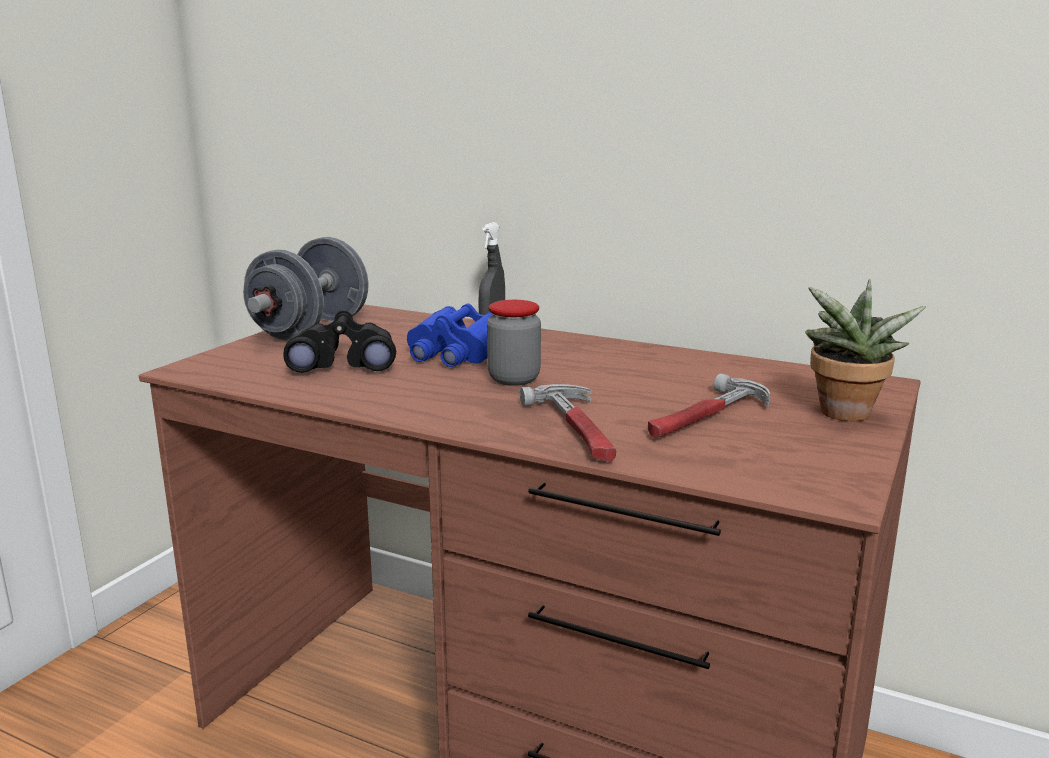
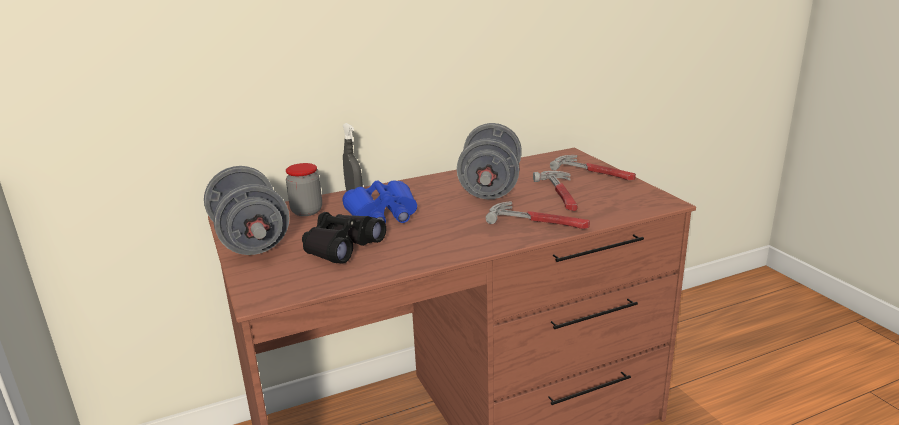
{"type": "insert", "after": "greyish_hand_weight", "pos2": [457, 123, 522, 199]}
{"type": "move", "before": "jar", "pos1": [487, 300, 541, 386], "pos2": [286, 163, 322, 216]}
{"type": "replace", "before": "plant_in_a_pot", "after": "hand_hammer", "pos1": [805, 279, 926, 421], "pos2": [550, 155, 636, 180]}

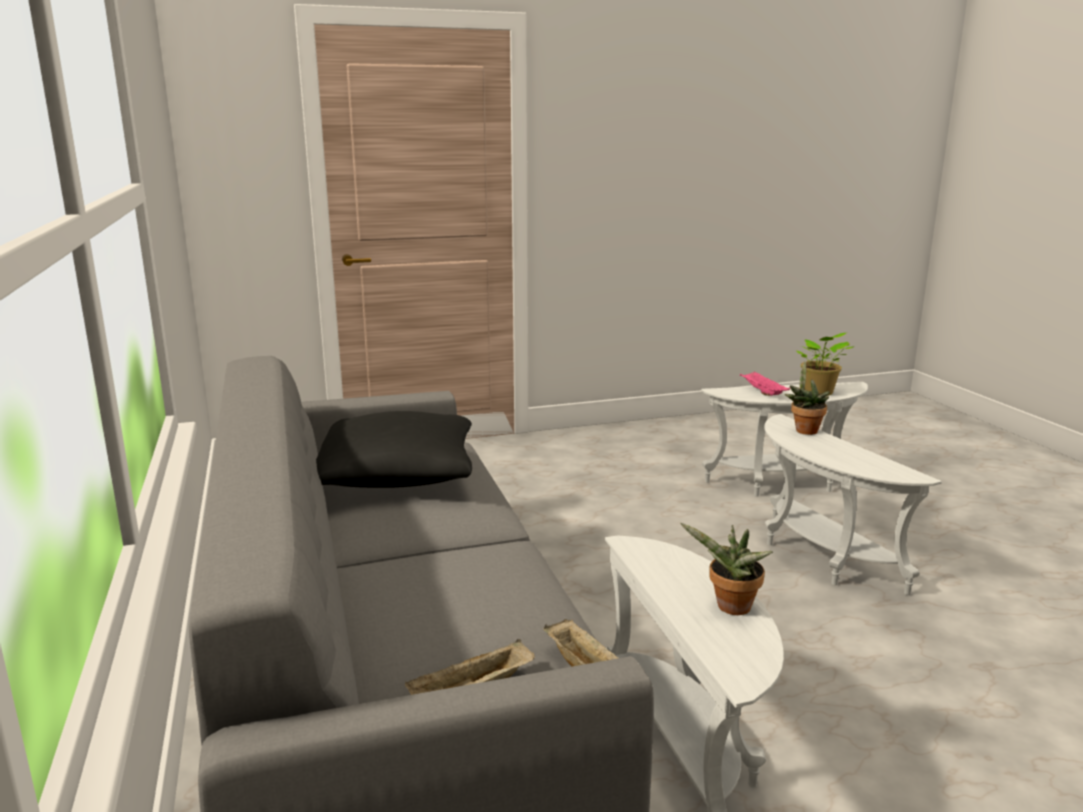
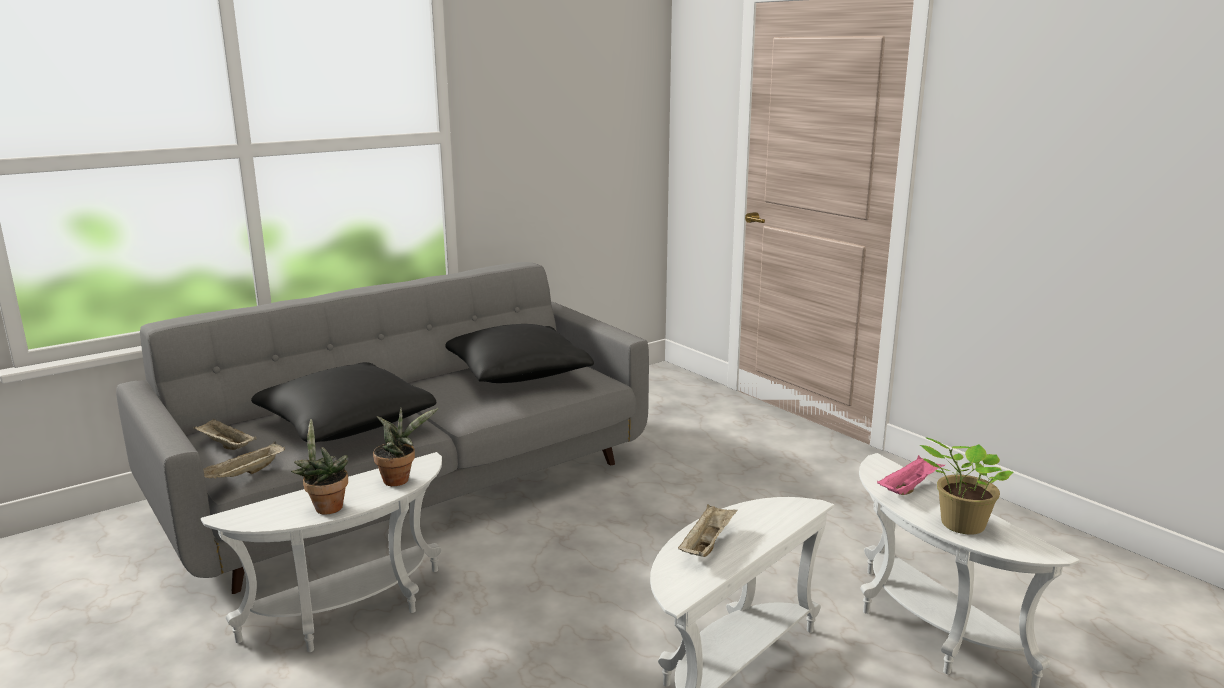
{"type": "insert", "after": "black_throw_pillow", "pos2": [251, 362, 436, 443]}
{"type": "insert", "after": "beige-coloured_carrying_tray", "pos2": [678, 504, 738, 557]}
{"type": "move", "before": "plant_in_a_pot", "pos1": [785, 361, 830, 435], "pos2": [373, 408, 439, 486]}

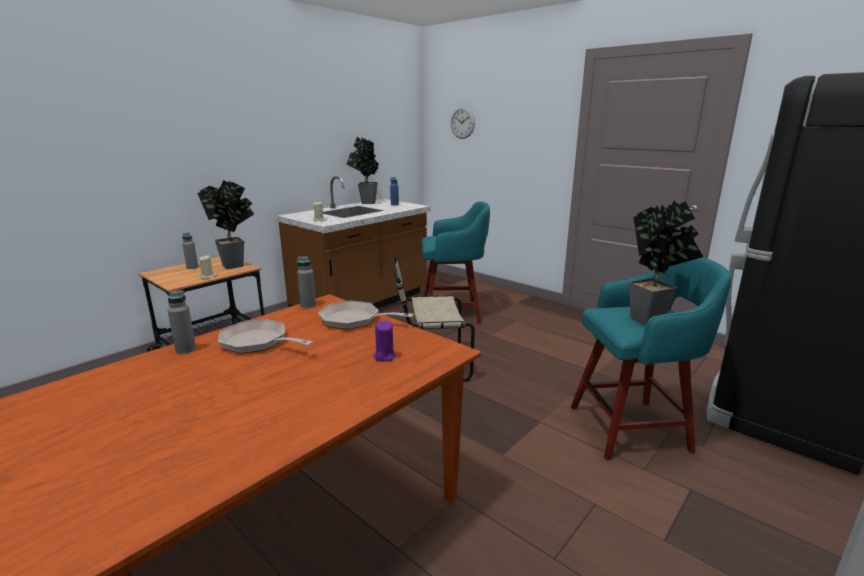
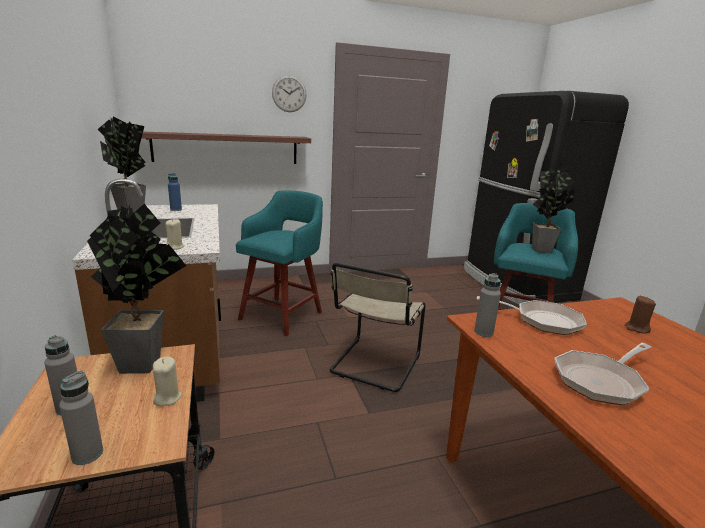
{"type": "insert", "after": "wall_shelf", "pos2": [141, 132, 311, 164]}
{"type": "move", "before": "greyish_drink_bottle", "pos1": [167, 290, 196, 354], "pos2": [59, 371, 103, 465]}
{"type": "move", "before": "clock_on_the_wall", "pos1": [451, 107, 475, 139], "pos2": [272, 75, 306, 112]}
{"type": "recolor", "before": "purplish_wax_candle", "after": "brown_wax_candle", "pos1": [374, 320, 396, 362], "pos2": [625, 296, 656, 334]}
{"type": "rotate", "before": "pan", "pos1": [318, 301, 414, 330], "pos2": [477, 296, 587, 335], "turn": -120}

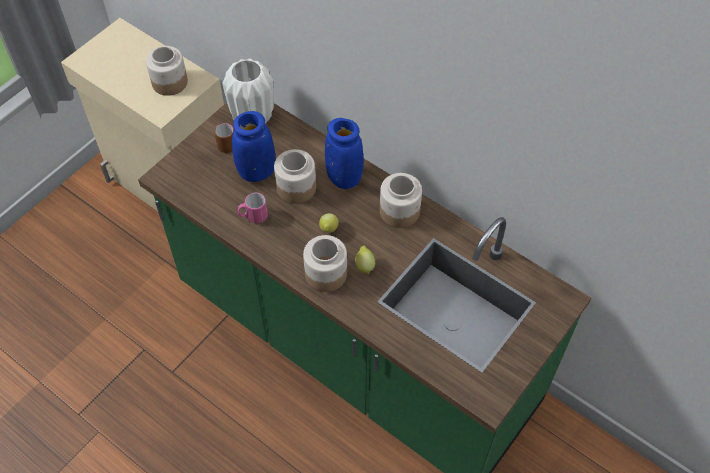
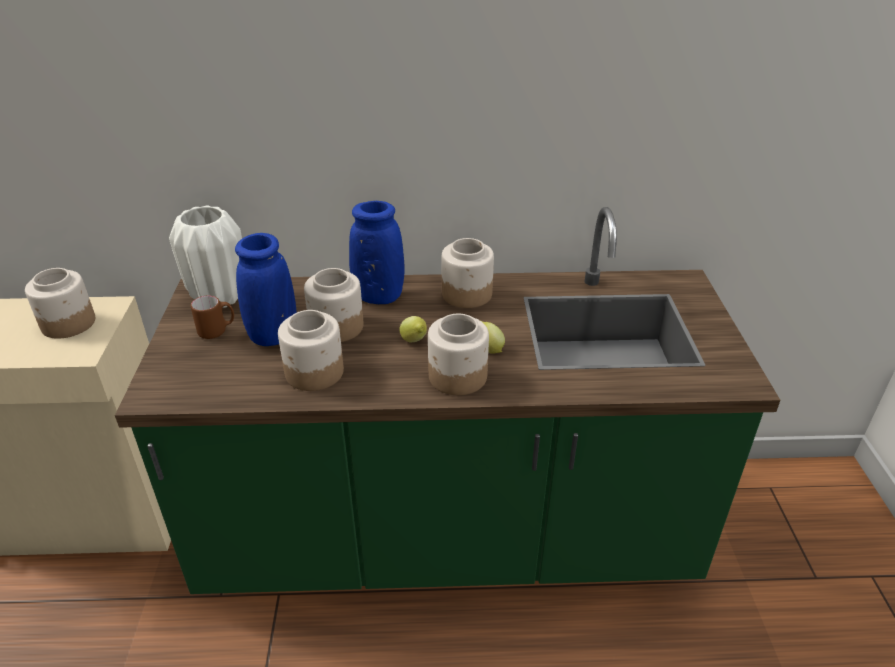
{"type": "replace", "before": "pinkish_mug", "after": "jar", "pos1": [238, 192, 268, 223], "pos2": [278, 310, 344, 391]}

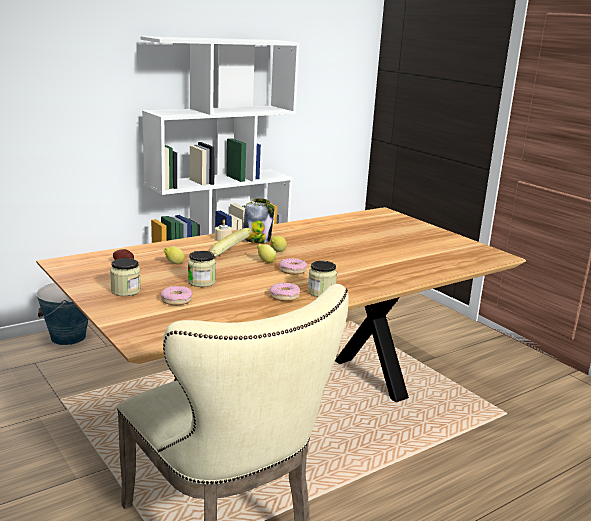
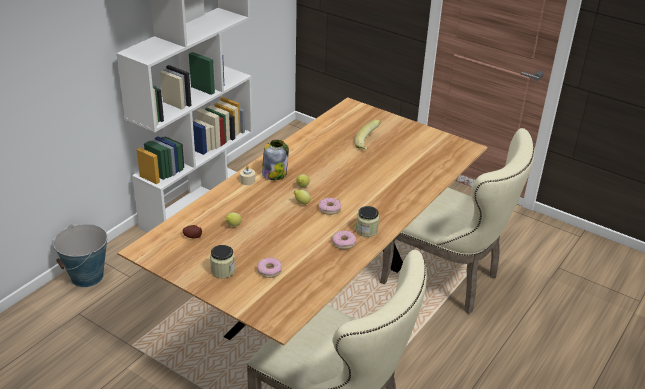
{"type": "delete", "before": "jar", "pos1": [188, 251, 216, 287]}
{"type": "insert", "after": "beige-coloured_plain_chair", "pos2": [380, 128, 535, 314]}
{"type": "move", "before": "banana", "pos1": [209, 228, 253, 257], "pos2": [354, 119, 381, 150]}

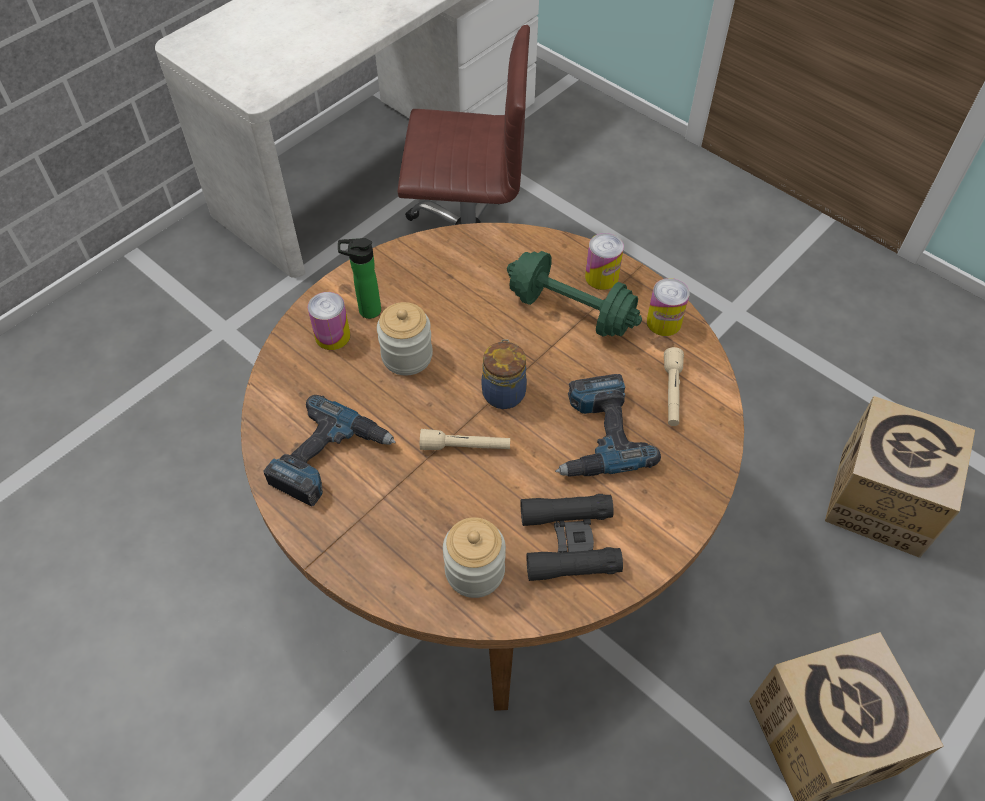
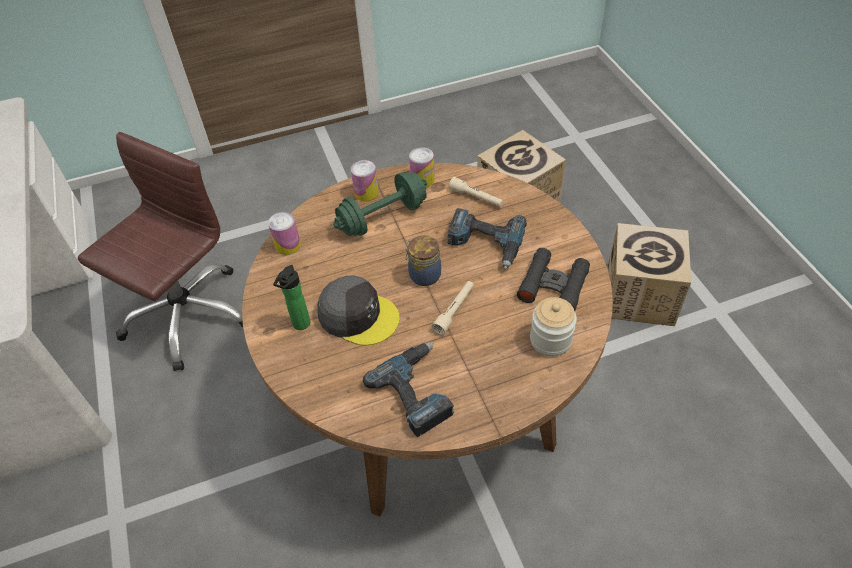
{"type": "move", "before": "metal_can", "pos1": [308, 292, 350, 350], "pos2": [268, 212, 301, 255]}
{"type": "replace", "before": "jar", "after": "greyish_baseball_cap", "pos1": [377, 302, 433, 375], "pos2": [318, 275, 400, 346]}

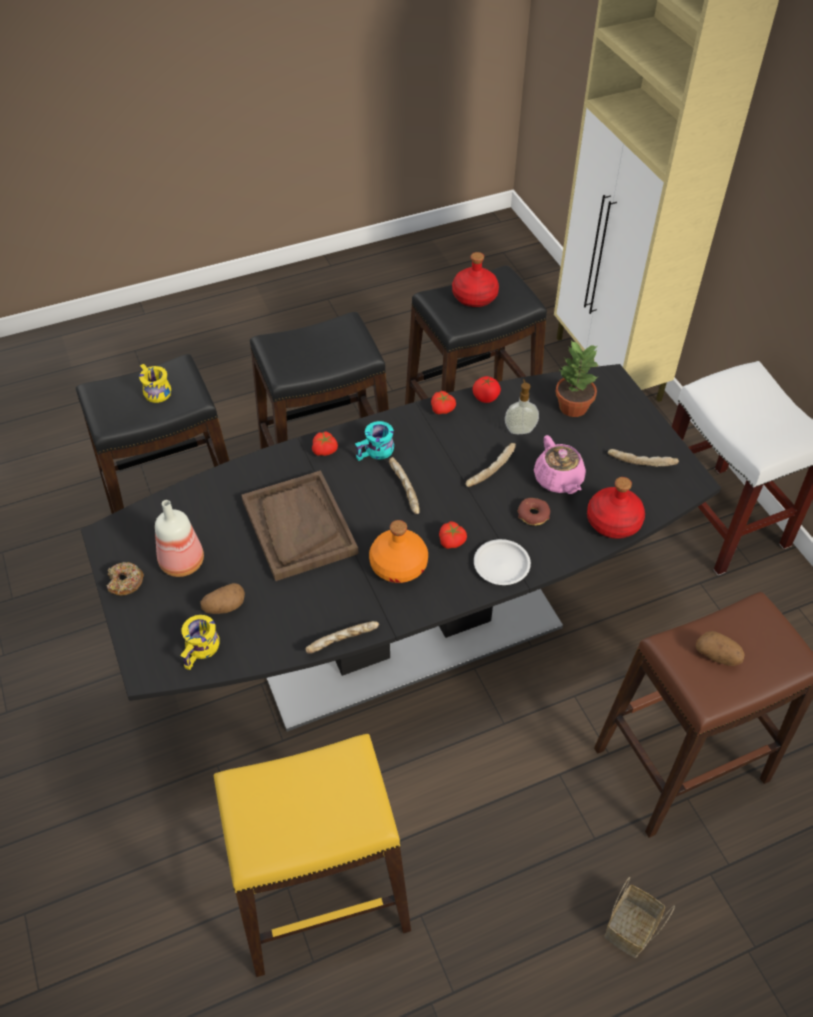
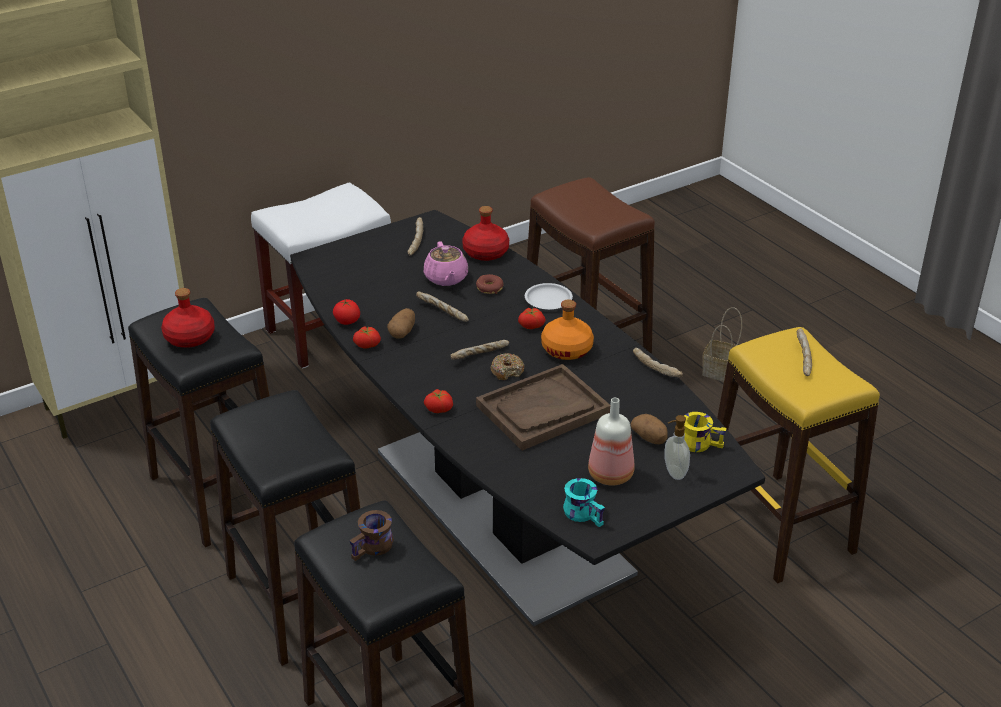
{"type": "delete", "before": "plant_in_a_pot", "pos1": [556, 340, 600, 417]}
{"type": "insert", "after": "baked_bread", "pos2": [797, 328, 812, 376]}
{"type": "move", "before": "ring_doughnut", "pos1": [107, 562, 144, 596], "pos2": [490, 353, 524, 380]}
{"type": "move", "before": "turquoise_mug", "pos1": [355, 421, 394, 461], "pos2": [563, 478, 605, 527]}
{"type": "move", "before": "soap_dispenser", "pos1": [505, 379, 539, 434], "pos2": [664, 415, 690, 480]}
{"type": "move", "before": "potato", "pos1": [696, 631, 745, 666], "pos2": [387, 308, 415, 338]}
{"type": "recolor", "before": "yellow-coloured_mug", "after": "brown_mug", "pos1": [139, 364, 171, 403], "pos2": [349, 510, 394, 561]}
{"type": "rotate", "before": "pinkish_pot_for_tea", "pos1": [534, 435, 586, 494], "pos2": [424, 241, 468, 286], "turn": 105}

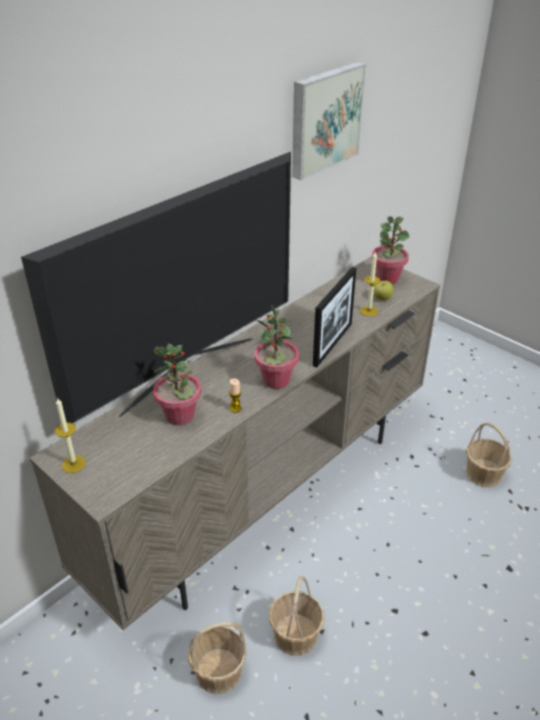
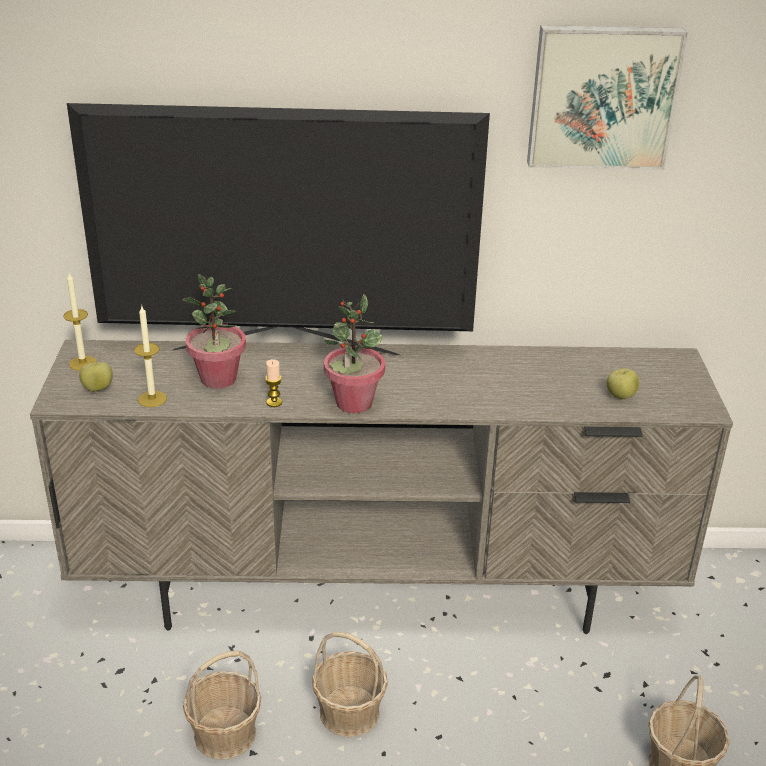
{"type": "delete", "before": "standing_frame", "pos1": [313, 267, 356, 367]}
{"type": "delete", "before": "plant_in_a_pot", "pos1": [372, 216, 409, 285]}
{"type": "insert", "after": "apple_fruit", "pos2": [79, 362, 113, 392]}
{"type": "move", "before": "basket", "pos1": [188, 622, 247, 694], "pos2": [312, 631, 388, 737]}
{"type": "move", "before": "wax_candle", "pos1": [360, 251, 380, 316], "pos2": [134, 306, 167, 407]}

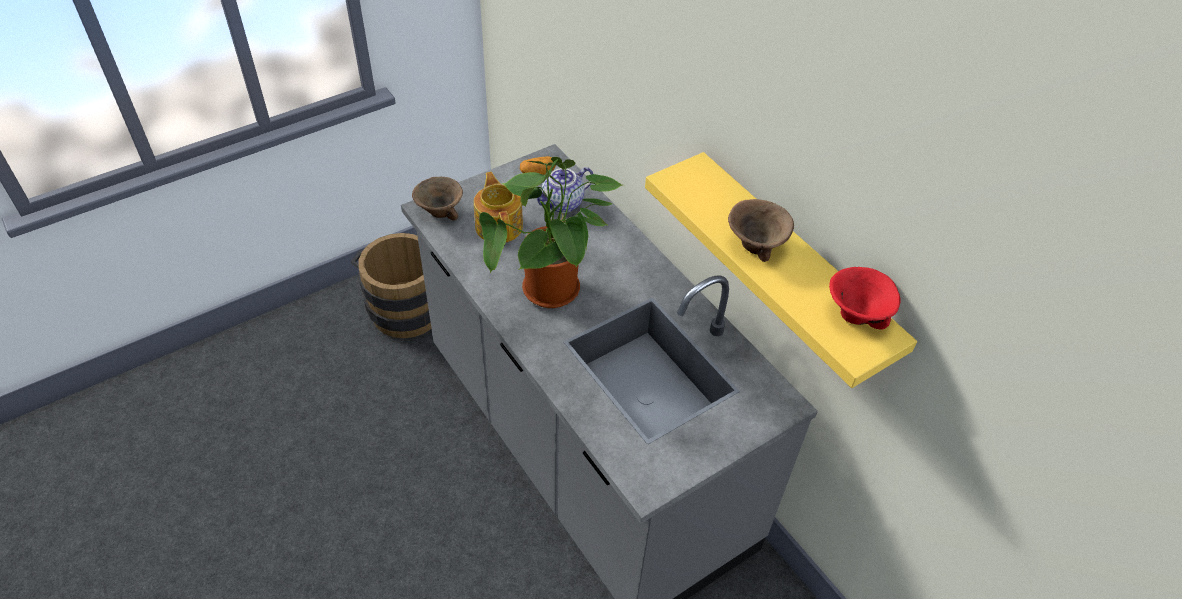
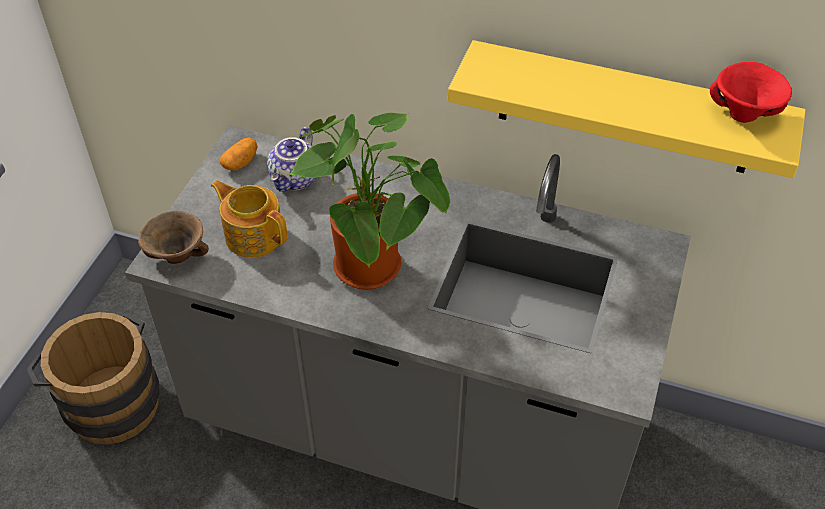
{"type": "delete", "before": "brown_deep_dish", "pos1": [728, 199, 794, 262]}

